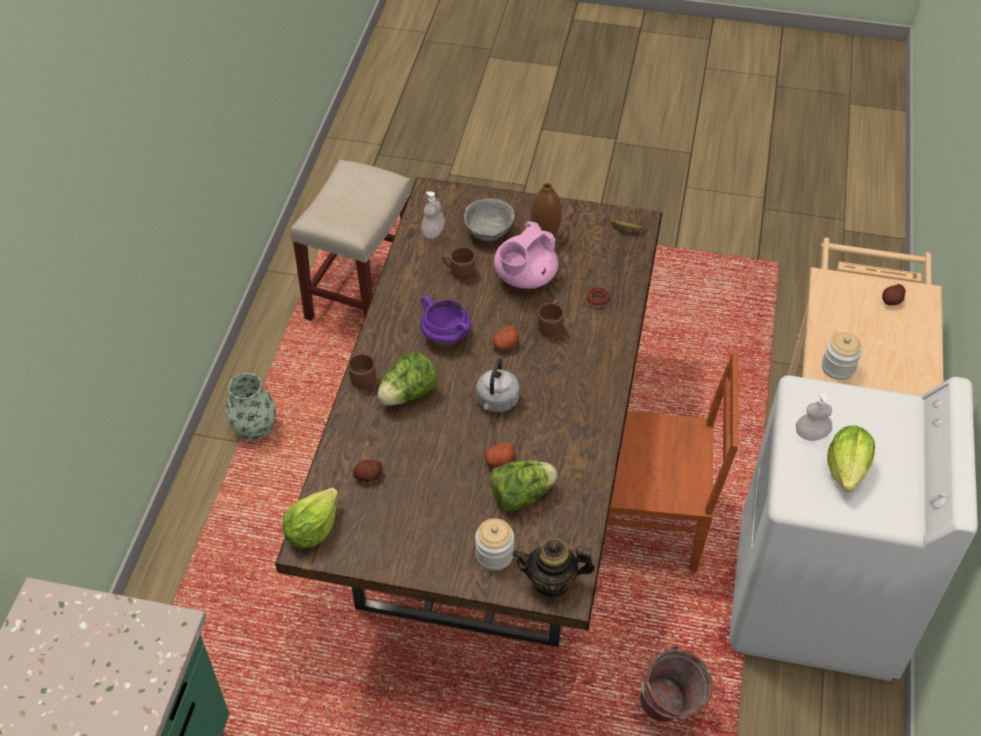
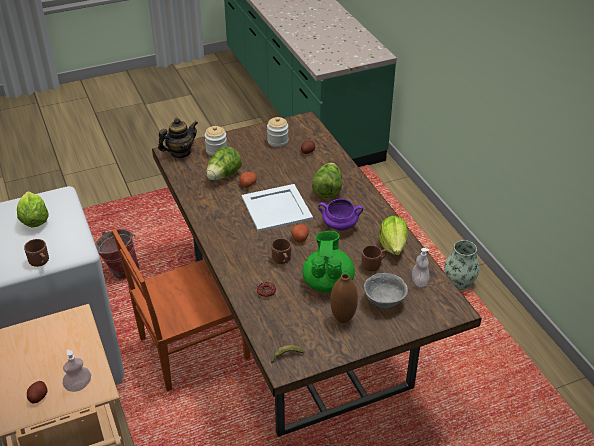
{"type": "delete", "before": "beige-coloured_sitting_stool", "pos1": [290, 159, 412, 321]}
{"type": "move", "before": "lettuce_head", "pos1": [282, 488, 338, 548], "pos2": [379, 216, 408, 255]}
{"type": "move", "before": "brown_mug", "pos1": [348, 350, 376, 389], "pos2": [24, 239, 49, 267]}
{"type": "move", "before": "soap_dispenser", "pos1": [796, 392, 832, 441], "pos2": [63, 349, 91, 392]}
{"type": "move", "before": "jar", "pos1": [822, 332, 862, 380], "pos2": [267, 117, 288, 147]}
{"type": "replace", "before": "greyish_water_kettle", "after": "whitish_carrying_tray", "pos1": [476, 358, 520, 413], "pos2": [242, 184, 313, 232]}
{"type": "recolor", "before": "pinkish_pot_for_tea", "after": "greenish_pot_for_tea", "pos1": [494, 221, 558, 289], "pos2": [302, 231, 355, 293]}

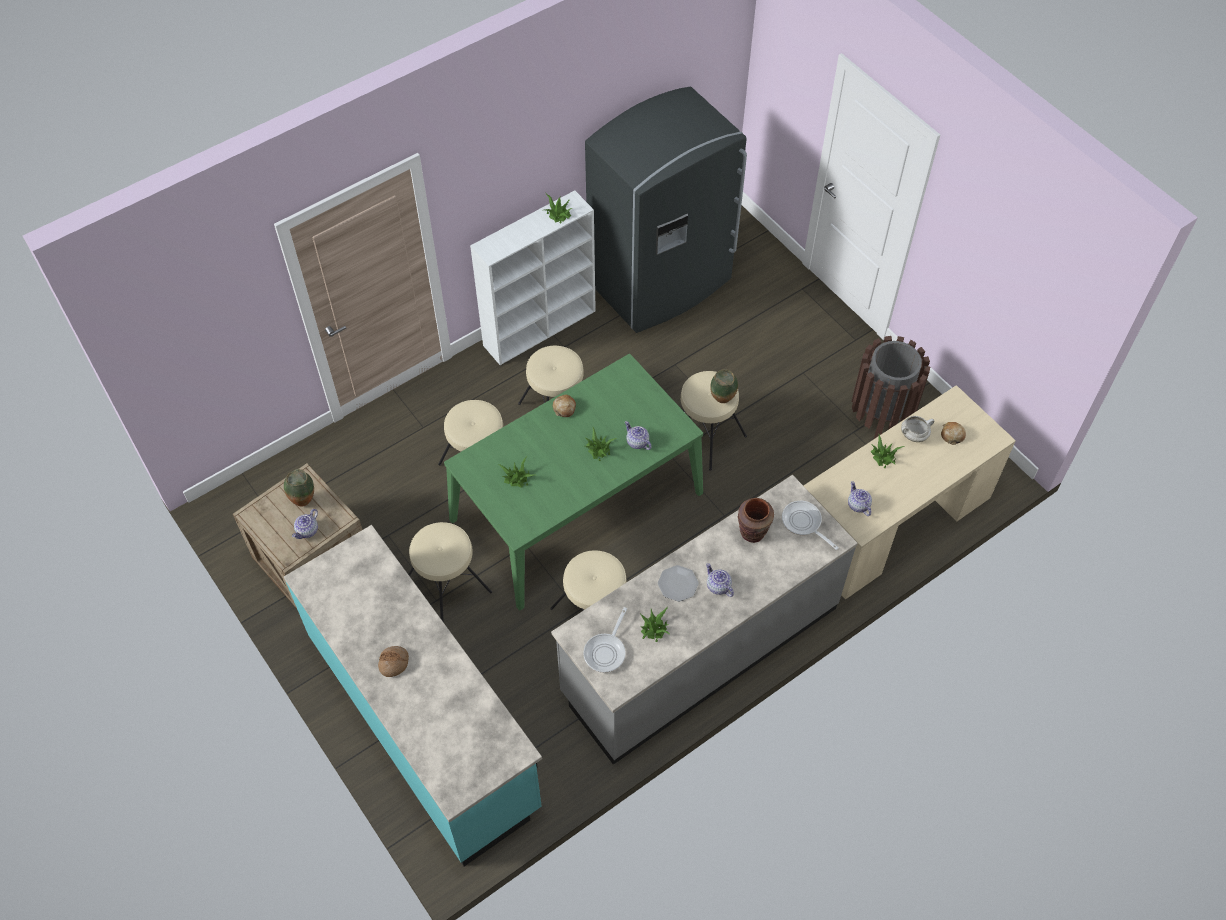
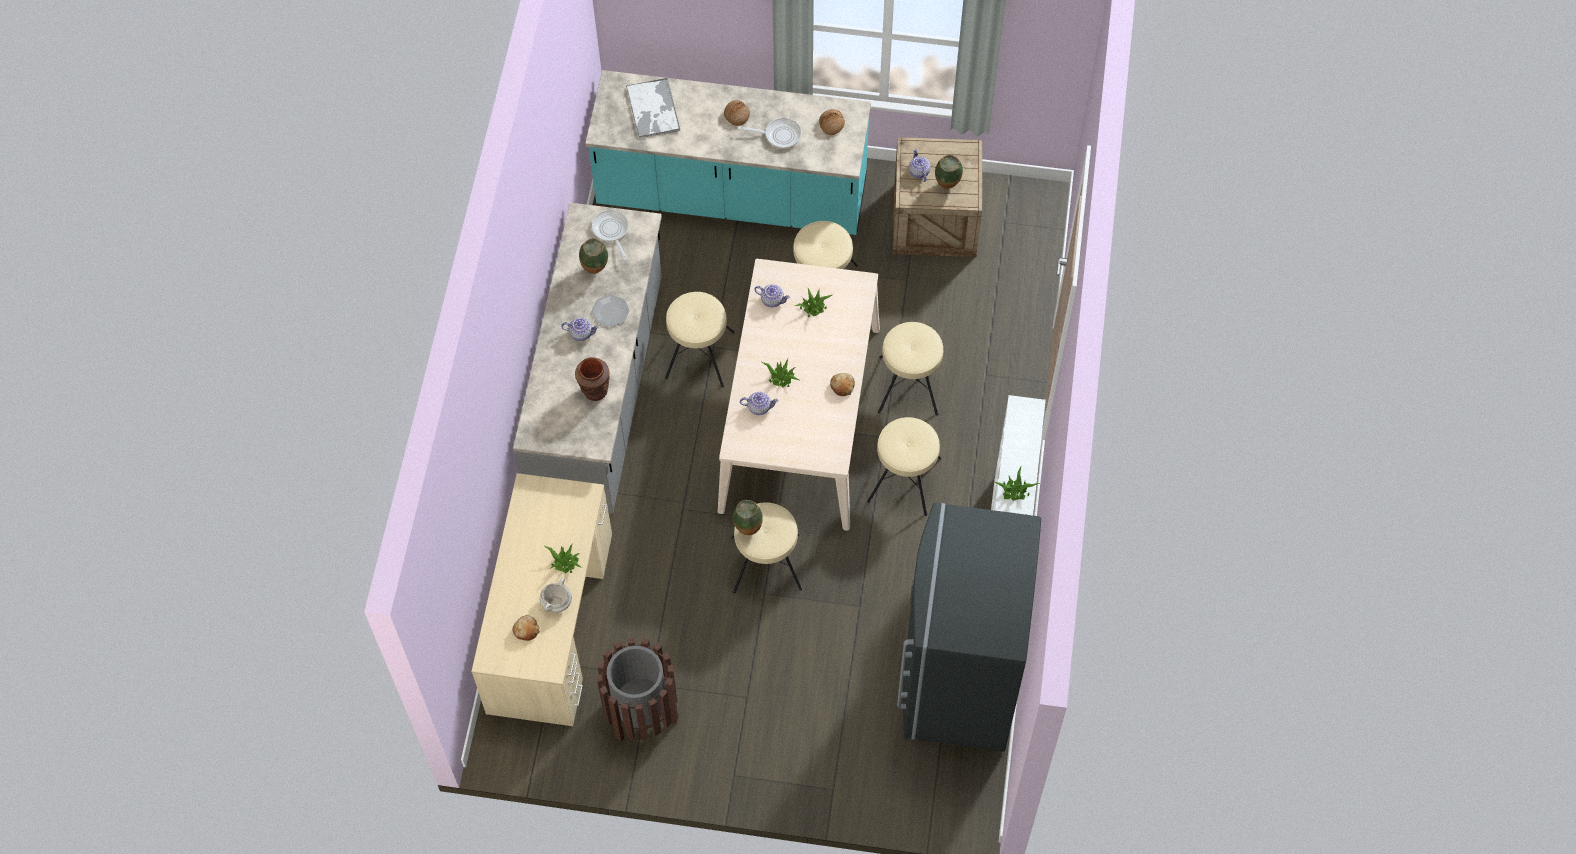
{"type": "insert", "after": "carrying_tray", "pos2": [626, 78, 680, 138]}
{"type": "insert", "after": "baked_bread", "pos2": [819, 109, 845, 135]}
{"type": "move", "before": "pan", "pos1": [782, 501, 838, 550], "pos2": [738, 118, 802, 149]}
{"type": "move", "before": "pot_for_tea", "pos1": [848, 481, 872, 516], "pos2": [754, 284, 790, 307]}
{"type": "replace", "before": "plant_in_a_pot", "after": "vase", "pos1": [640, 607, 669, 642], "pos2": [579, 238, 608, 274]}
{"type": "recolor", "before": "greenish_kitchen_table", "after": "beige-coloured_kitchen_table", "pos1": [444, 354, 703, 610], "pos2": [718, 259, 880, 531]}

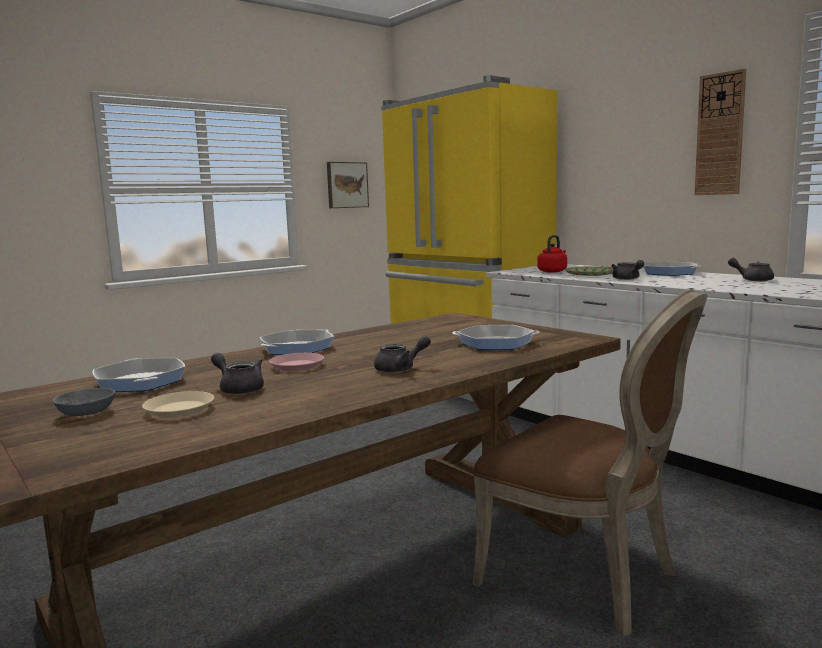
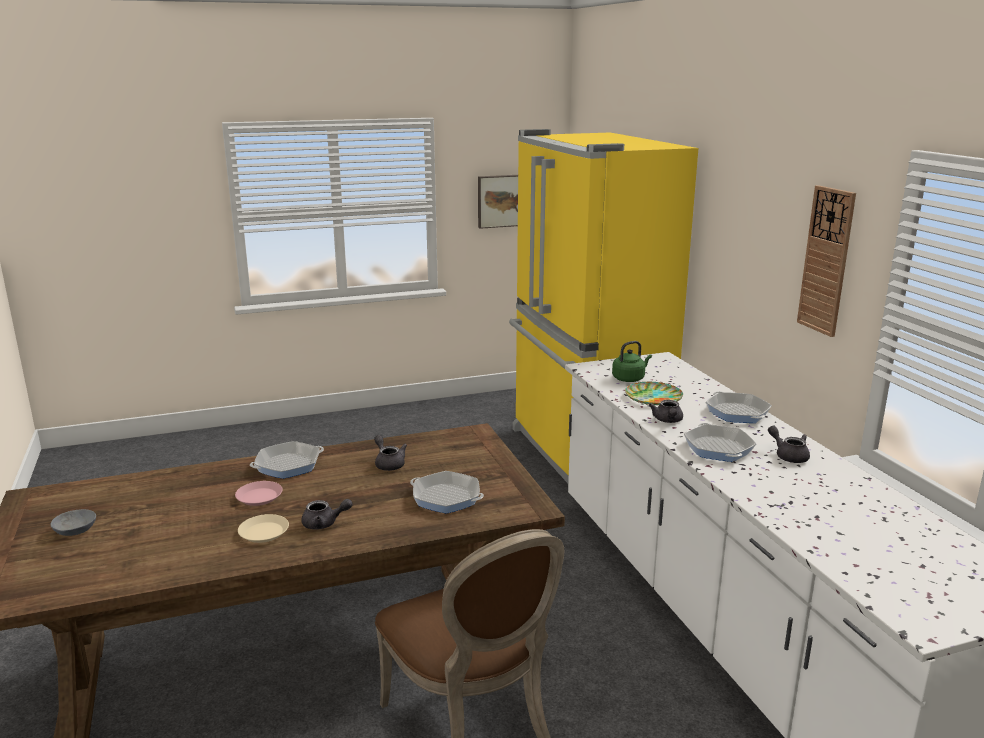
{"type": "move", "before": "pan", "pos1": [92, 358, 185, 392], "pos2": [684, 423, 756, 462]}
{"type": "move", "before": "beige-coloured_dinner_plate", "pos1": [142, 391, 214, 418], "pos2": [238, 514, 289, 543]}
{"type": "move", "before": "greyish_pot_for_tea", "pos1": [211, 353, 264, 395], "pos2": [374, 435, 407, 471]}
{"type": "recolor", "before": "red_water_kettle", "after": "greenish_water_kettle", "pos1": [537, 235, 567, 273], "pos2": [612, 341, 652, 382]}

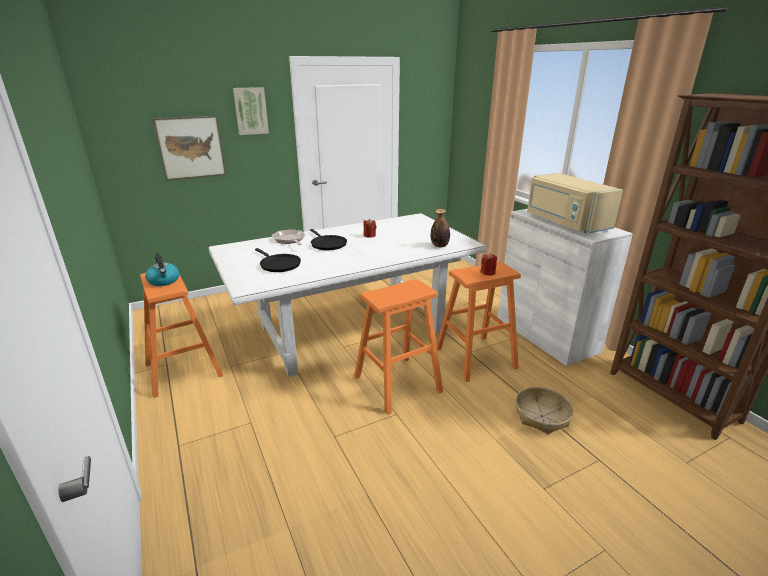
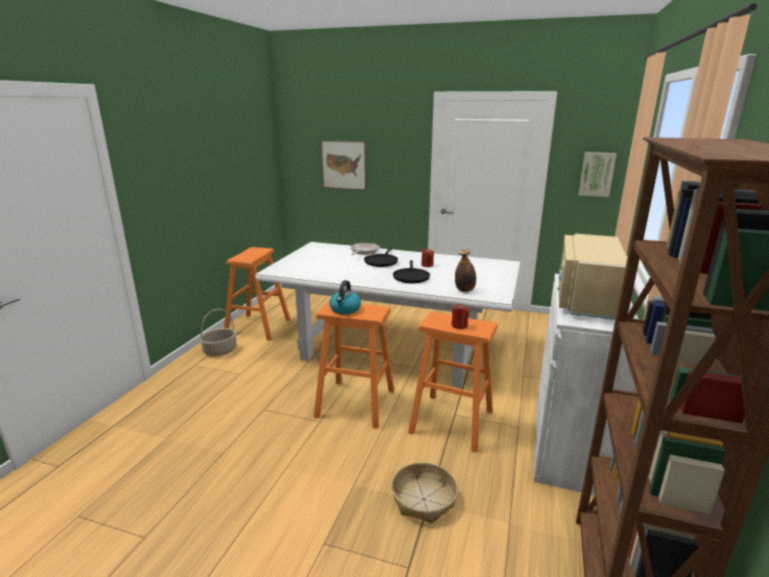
{"type": "insert", "after": "basket", "pos2": [200, 308, 237, 356]}
{"type": "move", "before": "water_kettle", "pos1": [145, 253, 179, 286], "pos2": [329, 280, 361, 314]}
{"type": "move", "before": "picture", "pos1": [233, 87, 269, 135], "pos2": [579, 152, 617, 197]}
{"type": "move", "before": "black_pan", "pos1": [255, 248, 301, 272], "pos2": [393, 260, 430, 283]}

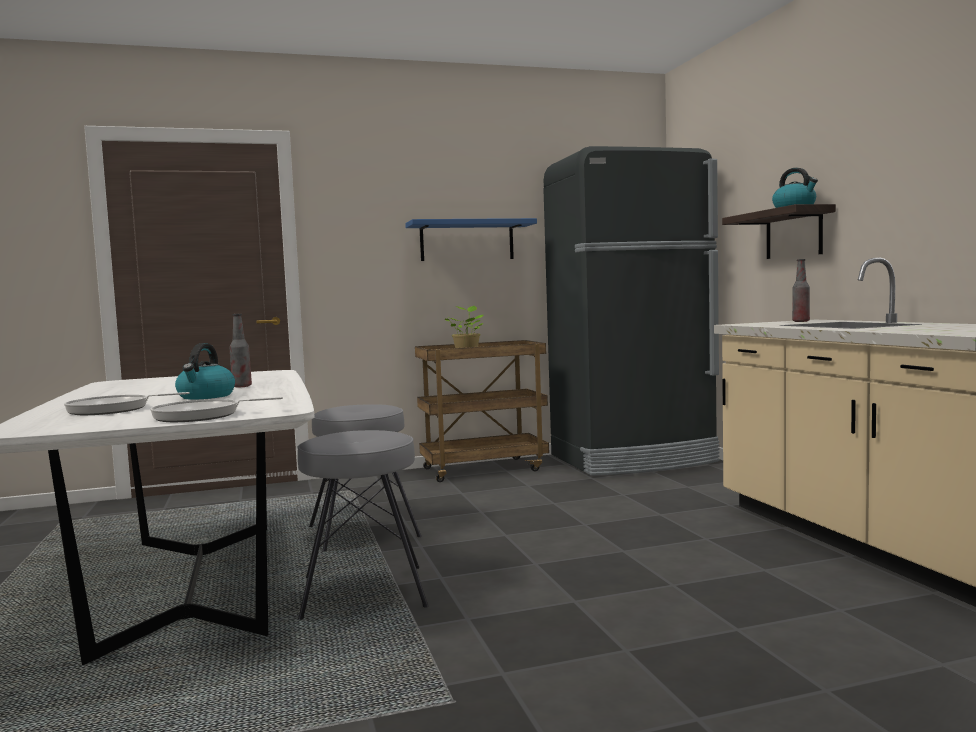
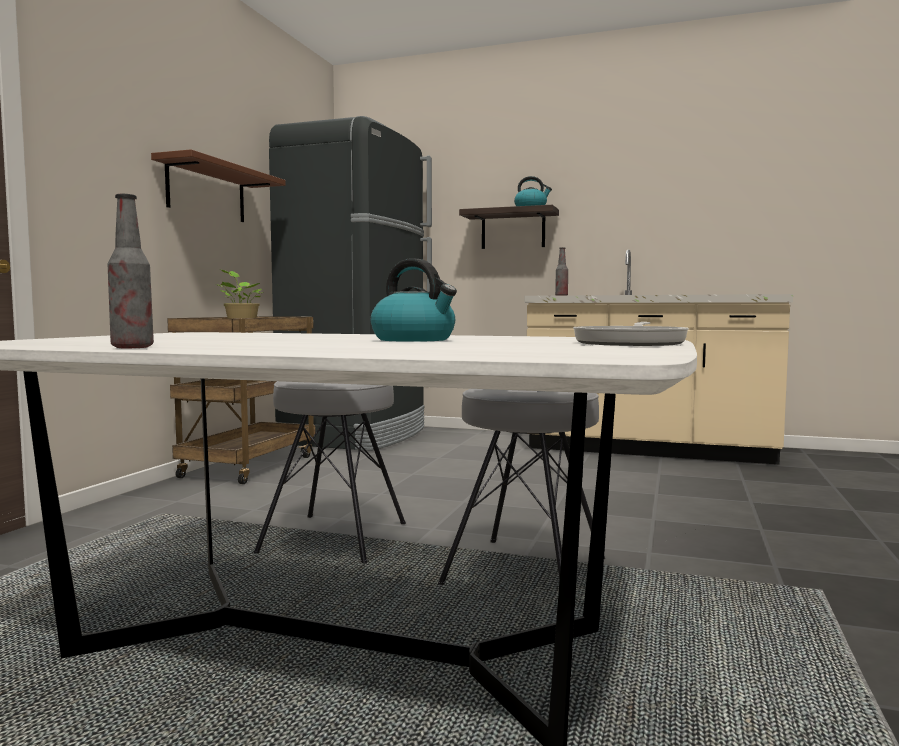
{"type": "delete", "before": "pan", "pos1": [64, 392, 190, 415]}
{"type": "move", "before": "drink_bottle", "pos1": [230, 314, 252, 388], "pos2": [108, 194, 154, 348]}
{"type": "recolor", "before": "bluish_wall_shelf", "after": "brown_wall_shelf", "pos1": [405, 218, 537, 261], "pos2": [151, 149, 286, 222]}

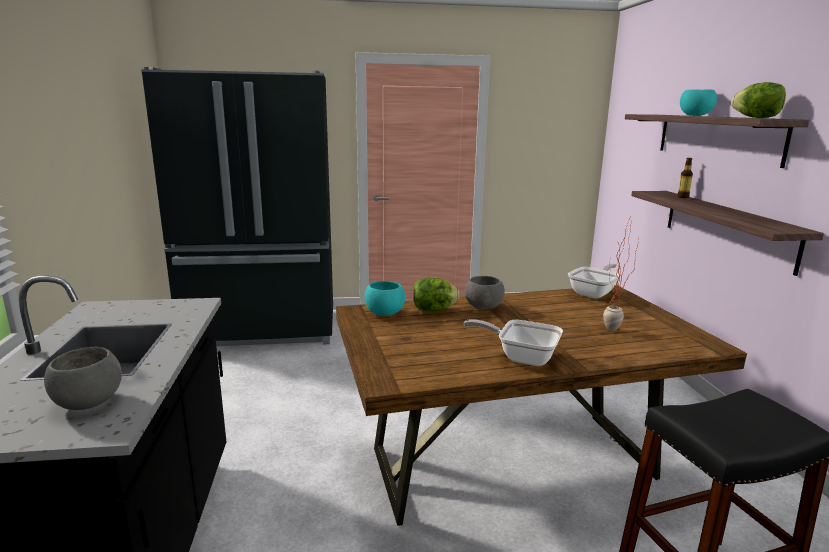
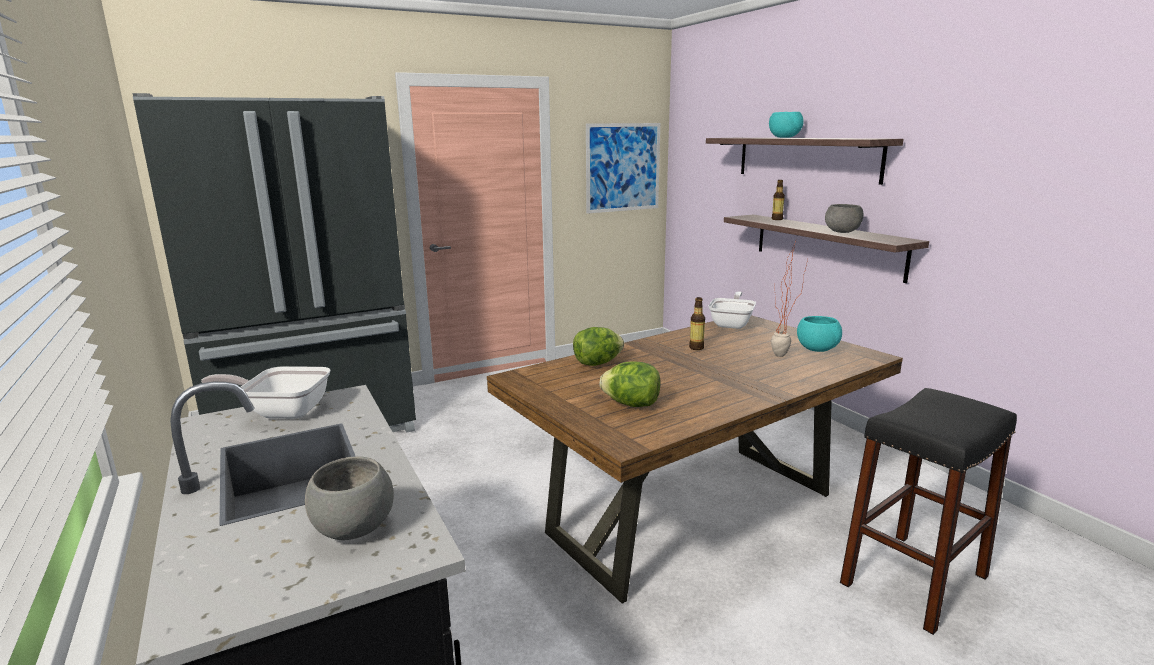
{"type": "insert", "after": "picture", "pos2": [586, 123, 660, 214]}
{"type": "insert", "after": "drink_bottle", "pos2": [689, 297, 705, 350]}
{"type": "move", "before": "turquoise_deep_dish", "pos1": [365, 281, 406, 316], "pos2": [797, 316, 842, 352]}
{"type": "move", "before": "pan", "pos1": [463, 319, 563, 366], "pos2": [201, 366, 330, 419]}
{"type": "move", "before": "greyish_deep_dish", "pos1": [465, 276, 505, 310], "pos2": [825, 204, 864, 233]}
{"type": "move", "before": "lettuce_head", "pos1": [731, 82, 786, 118], "pos2": [600, 362, 660, 407]}

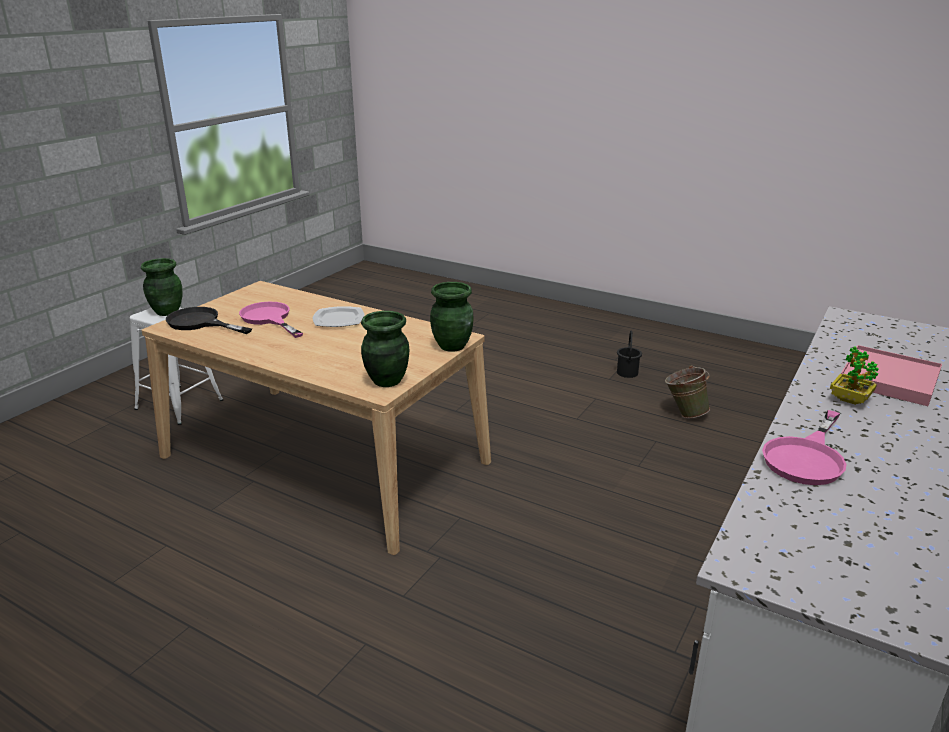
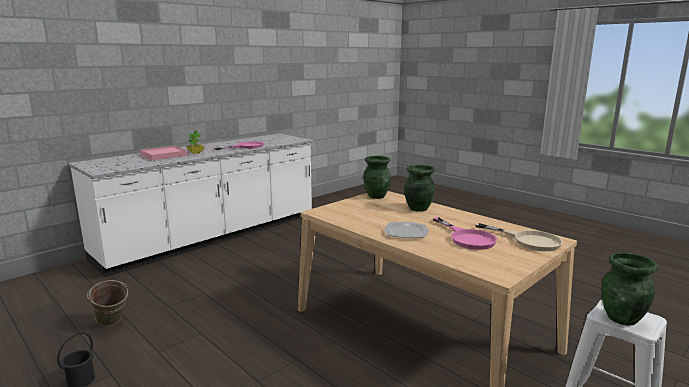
{"type": "move", "before": "greenish_vase", "pos1": [430, 282, 473, 352], "pos2": [405, 165, 435, 212]}
{"type": "recolor", "before": "black_pan", "after": "beige-coloured_pan", "pos1": [166, 307, 252, 334], "pos2": [475, 223, 563, 251]}

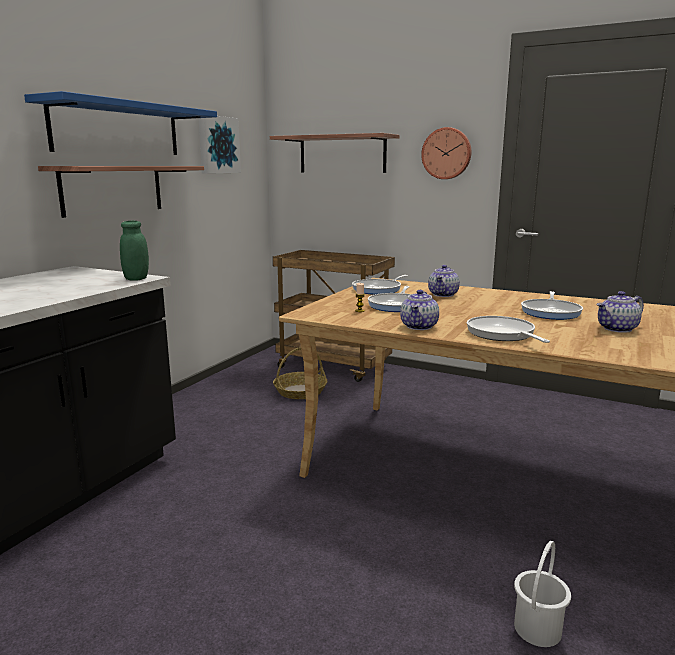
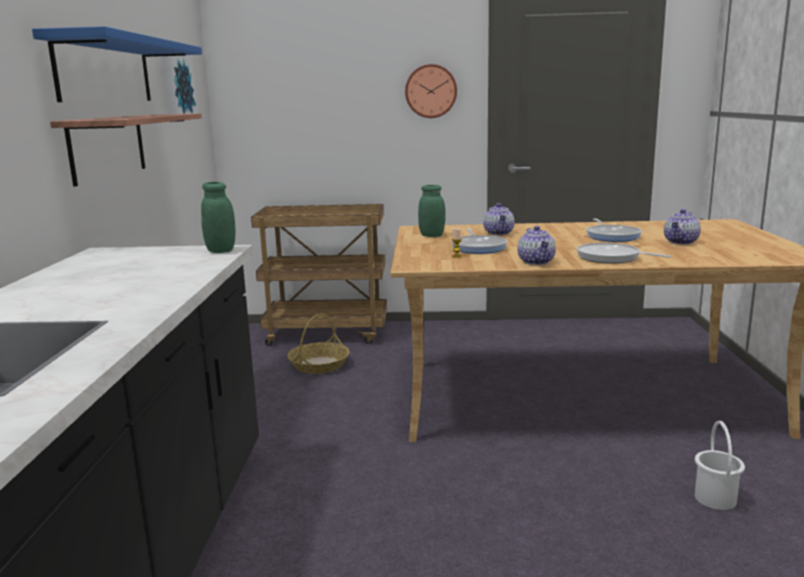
{"type": "delete", "before": "wall_shelf", "pos1": [270, 133, 400, 173]}
{"type": "replace", "before": "pan", "after": "greenish_jar", "pos1": [352, 275, 408, 295], "pos2": [418, 185, 445, 237]}

